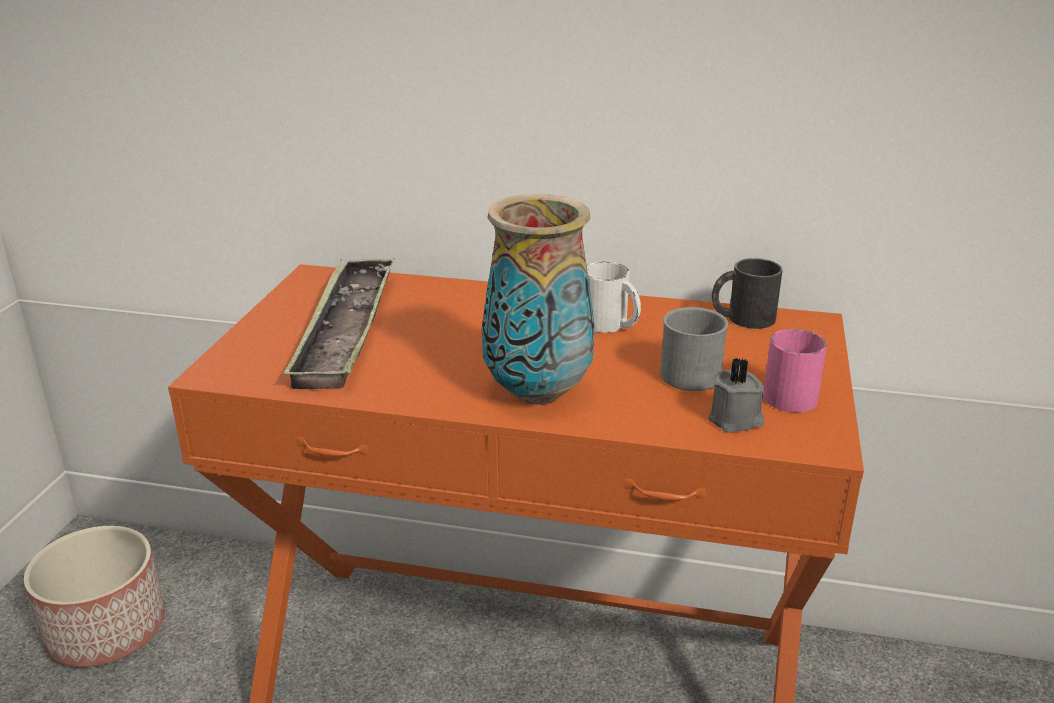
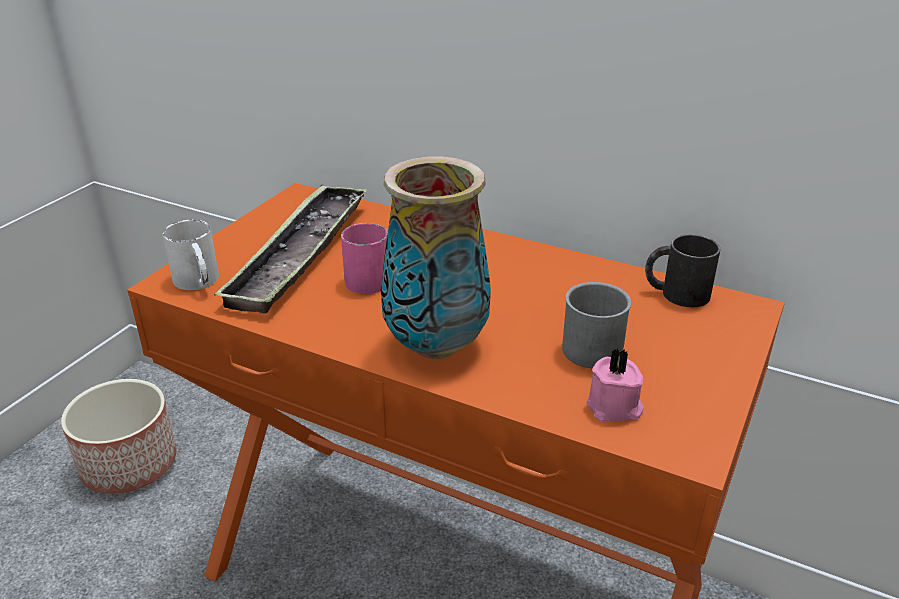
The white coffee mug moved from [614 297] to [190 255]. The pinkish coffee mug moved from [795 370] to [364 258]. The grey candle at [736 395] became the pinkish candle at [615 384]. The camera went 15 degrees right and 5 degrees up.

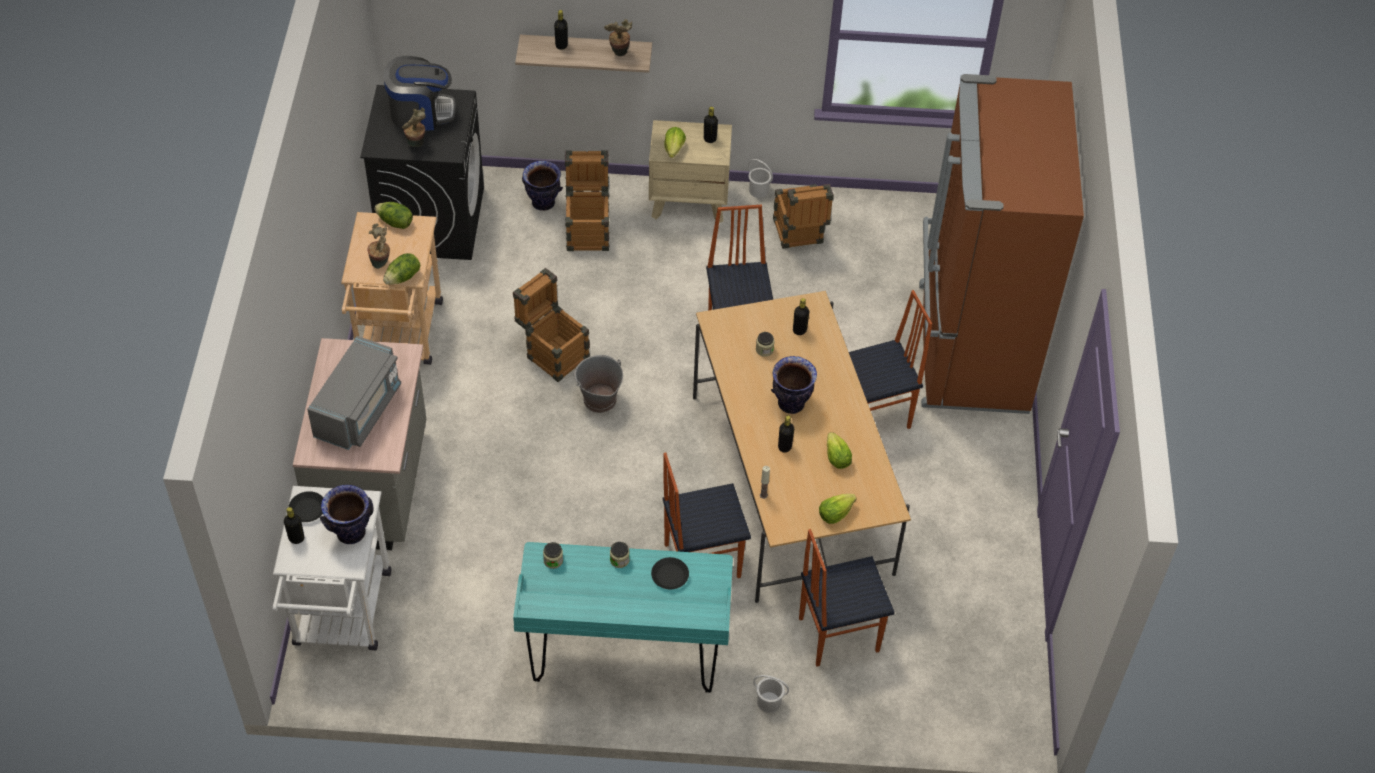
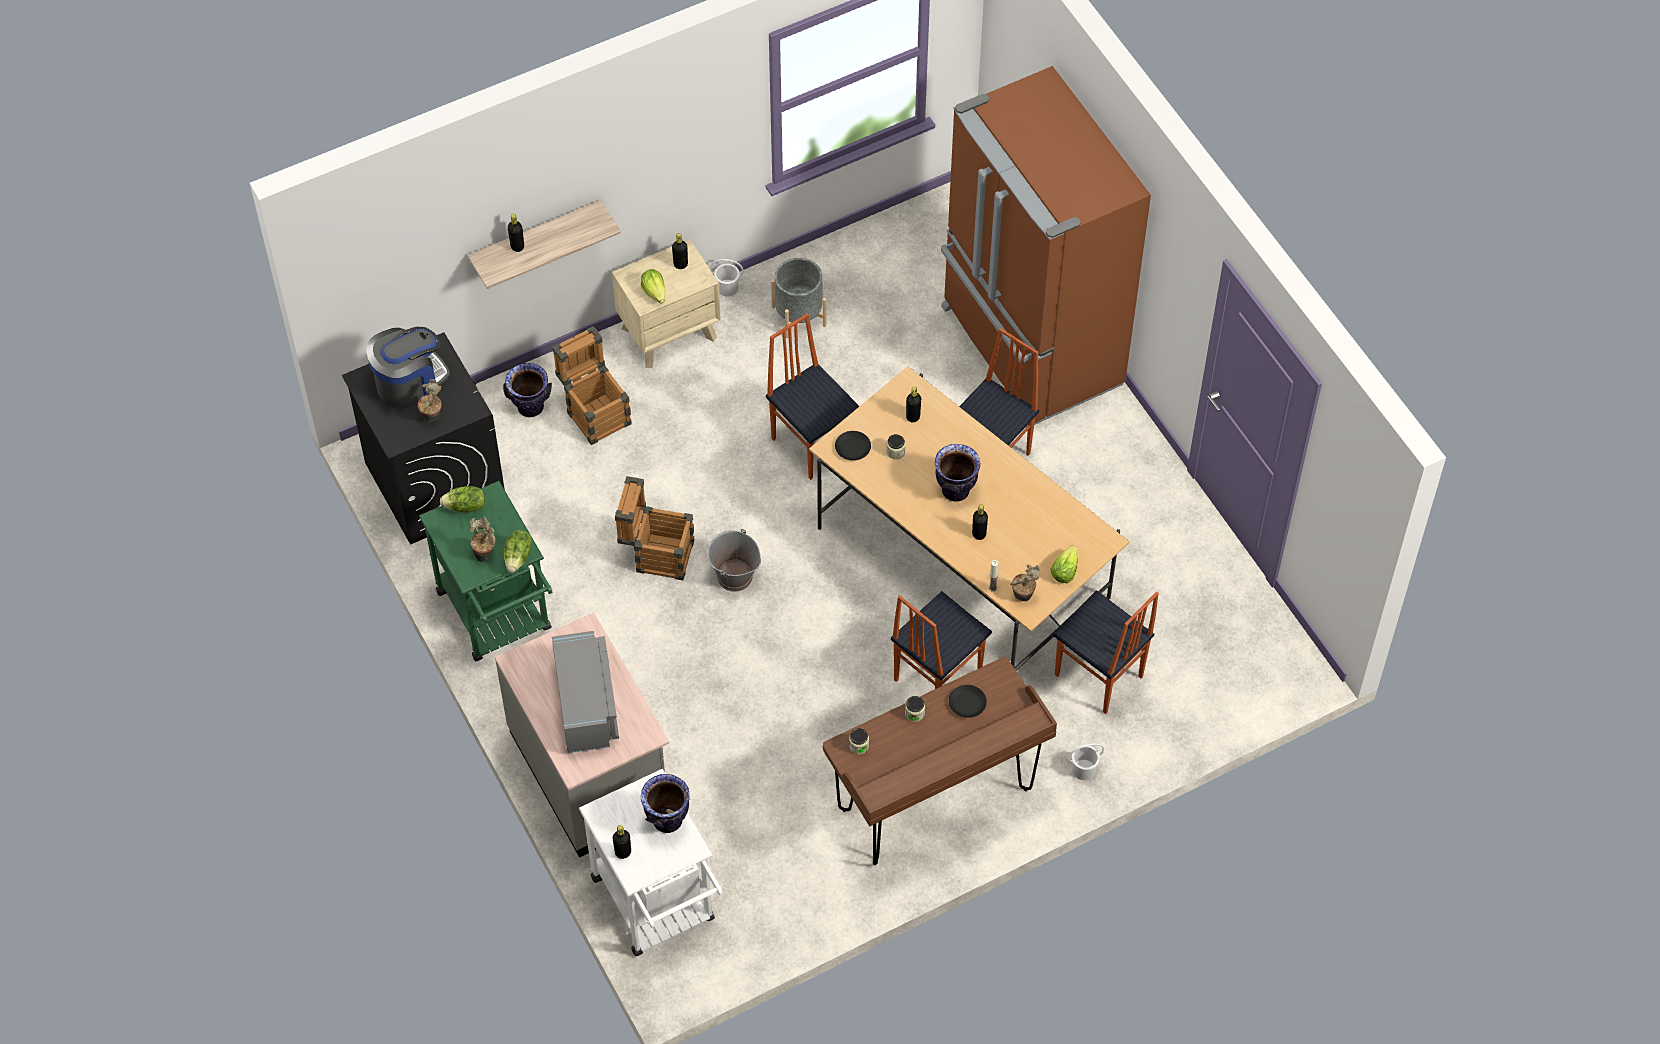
The beige-coloured cart at [392 288] became the greenish cart at [486 571]. The packing crate at [803 216] was replaced by the grey plant pot at [799 298]. The blue-green desk at [623 617] became the brown-coloured desk at [940 761]. The black dinner plate moved from [305 506] to [853 446]. The houseplant moved from [618 37] to [1025 582]. The plain chair at [847 598] turned 90 degrees counterclockwise. The head of lettuce at [839 450] disappeared. The camera went 30 degrees left and 5 degrees up.

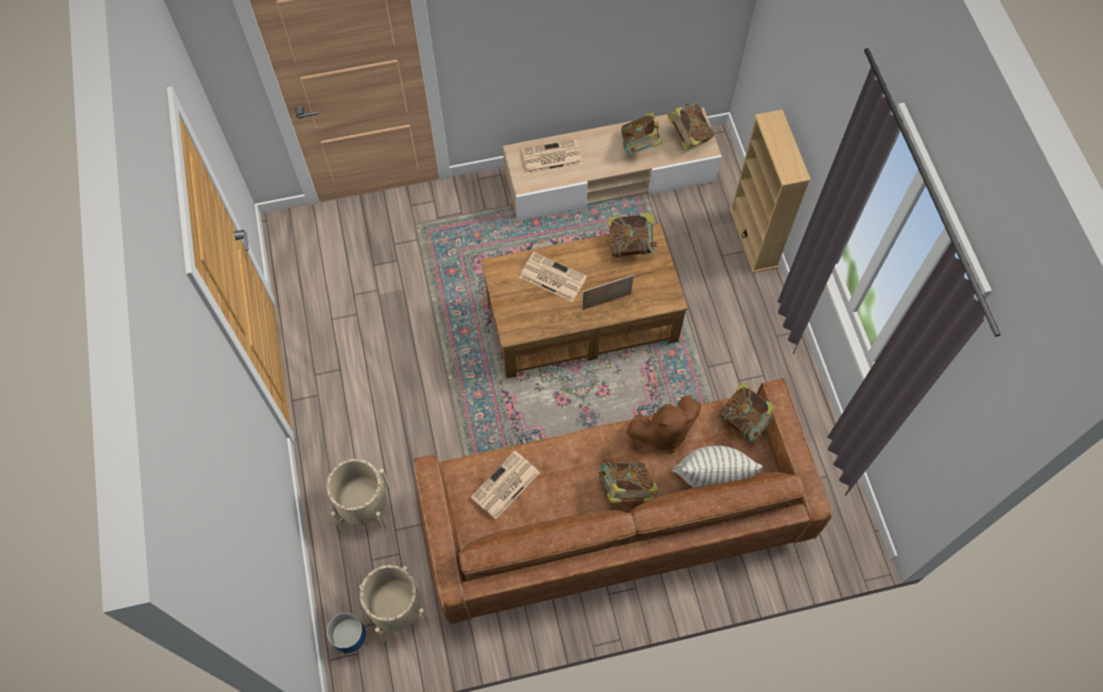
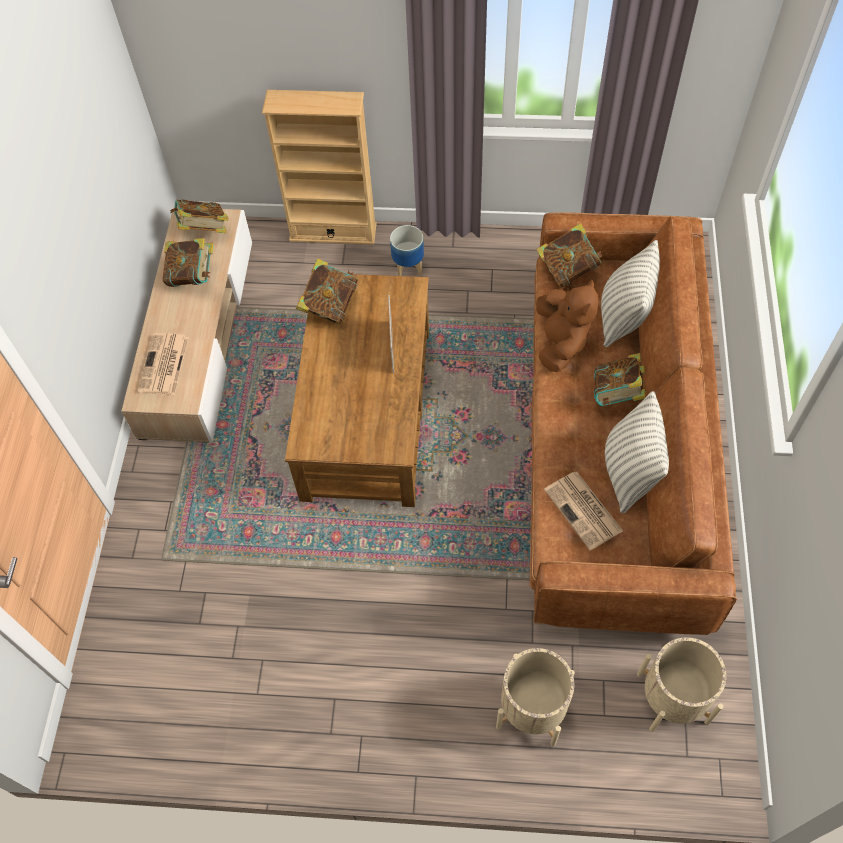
The plant pot moved from [347 634] to [407 250]. The cushion at [637 452] appeared. The daily paper at [553 277] disappeared. The camera went 70 degrees left and 5 degrees down.

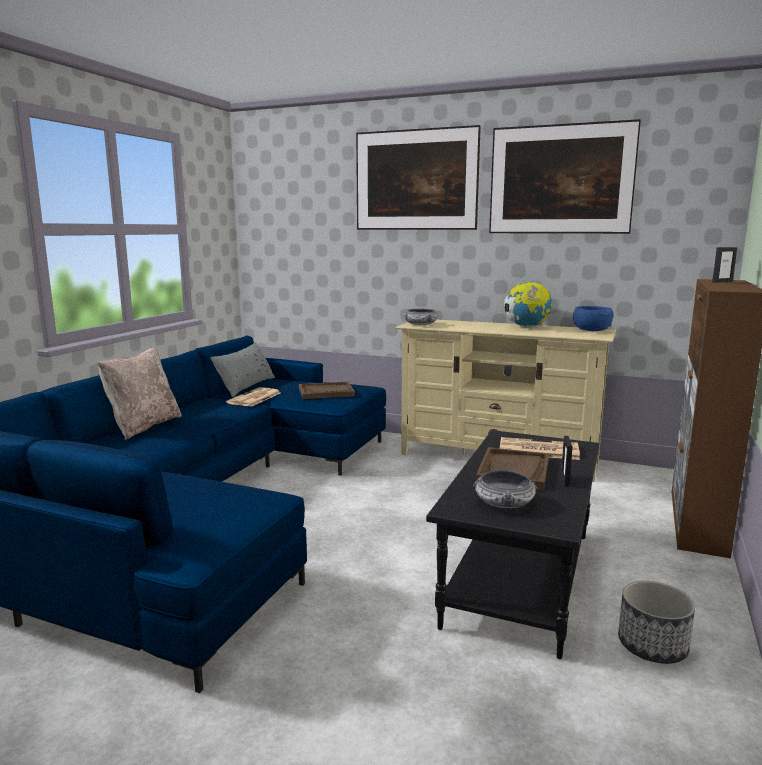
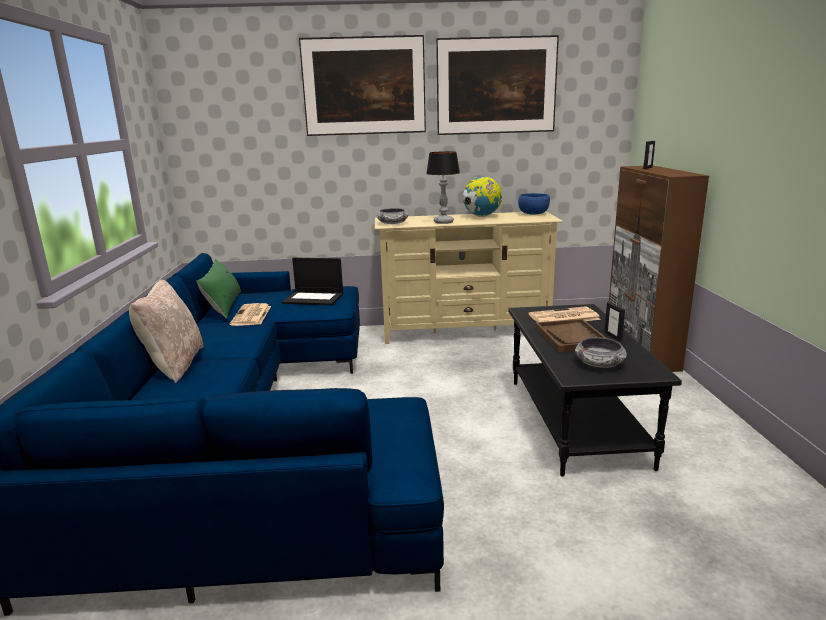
The grey cushion at [242 369] became the greenish cushion at [218 289]. The brown-coloured carrying tray at [327 390] was replaced by the notebook computer at [312 281]. The tabletop lamp at [443 187] appeared. The plant pot at [656 622] disappeared. The camera went 25 degrees left and 5 degrees up.

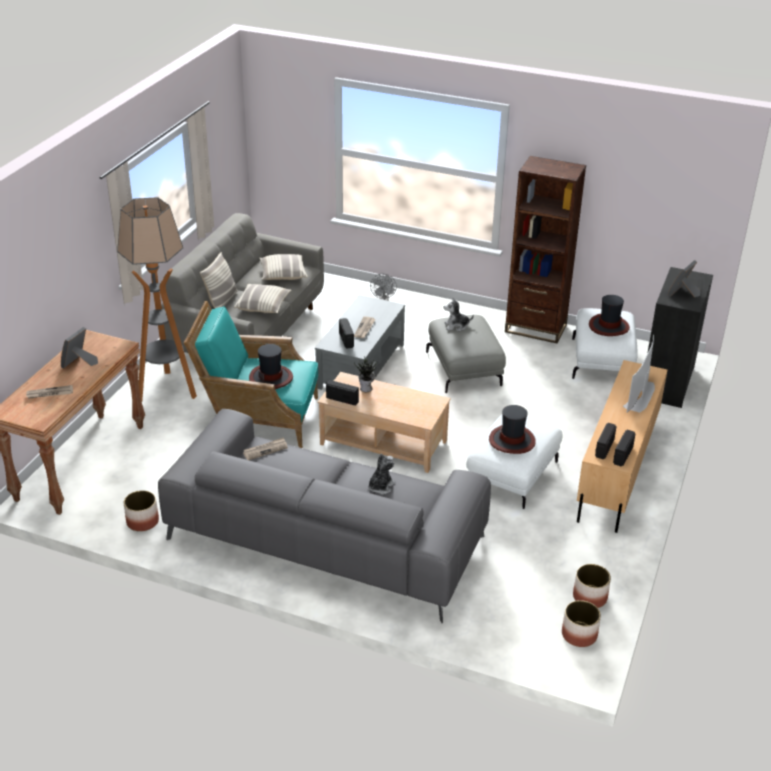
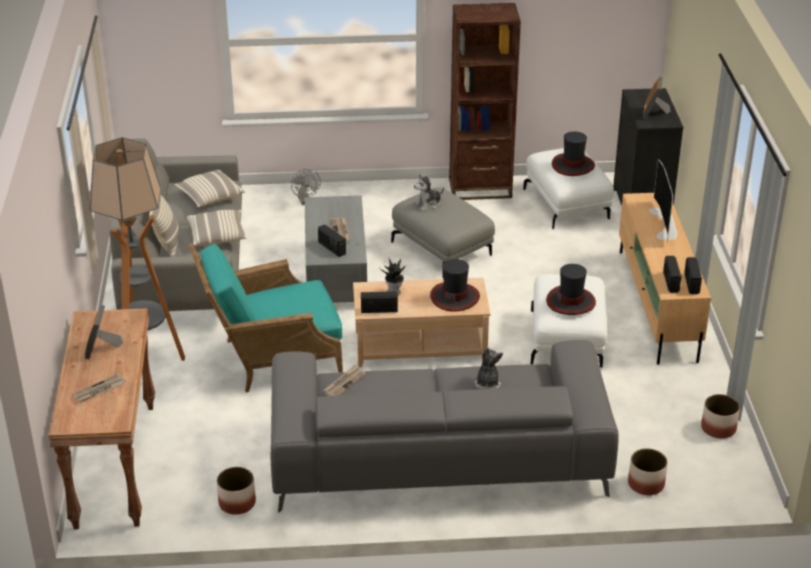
The hat moved from [271 366] to [455 285]. The plant pot moved from [581 623] to [648 471]. The camera went 25 degrees left and 0 degrees up.

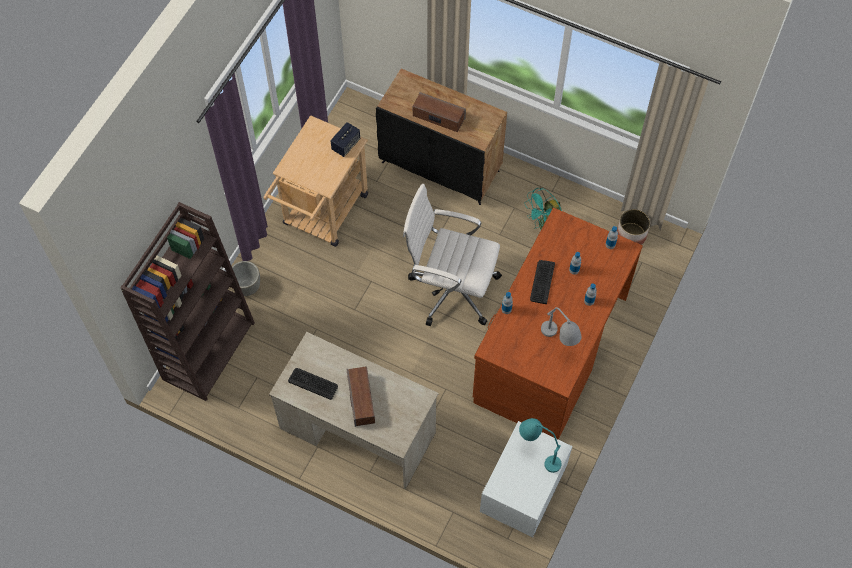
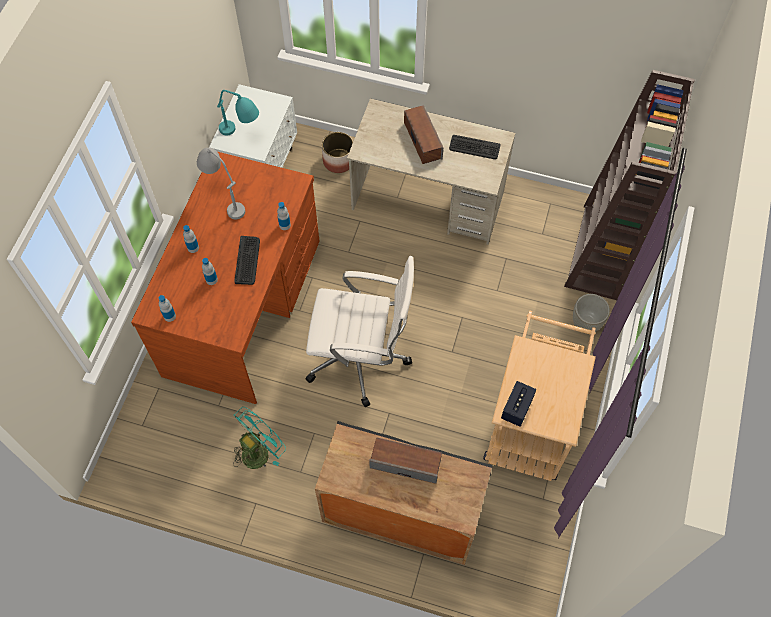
The plant pot moved from [633 227] to [337 152]. The camera went 170 degrees right and 0 degrees up.

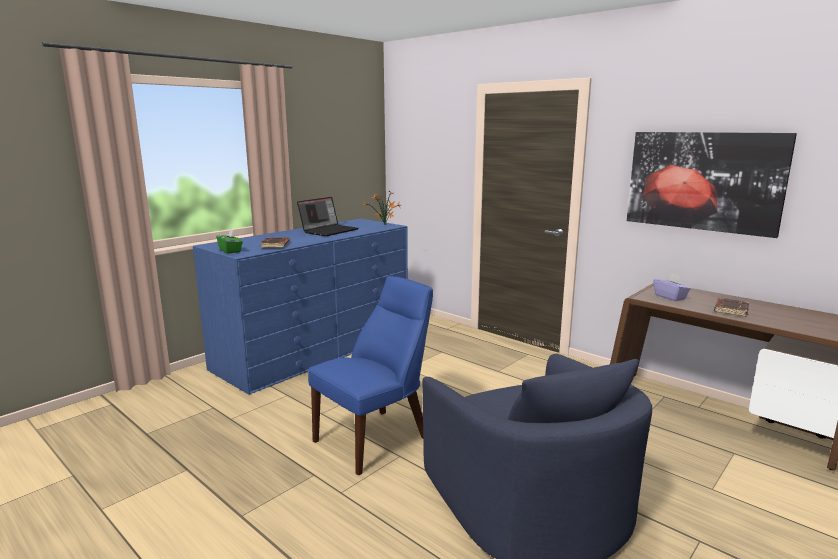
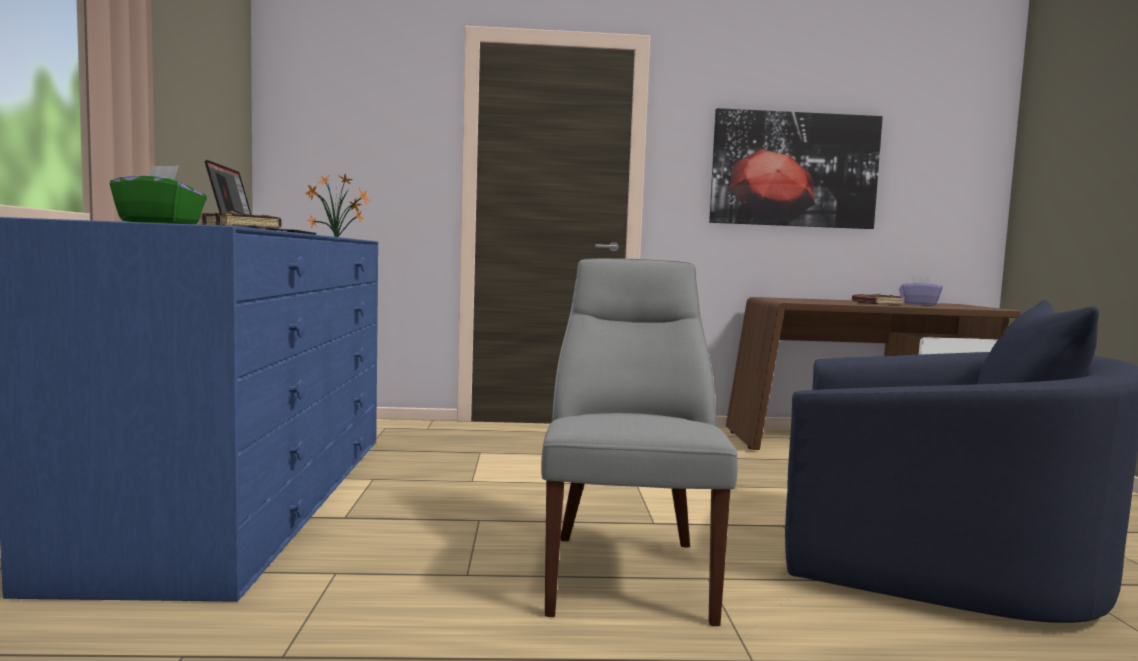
The bluish plain chair at [370 375] became the grey plain chair at [639 442]. The purplish tissue holder moved from [671 287] to [921 290]. The camera went 45 degrees left and 10 degrees down.

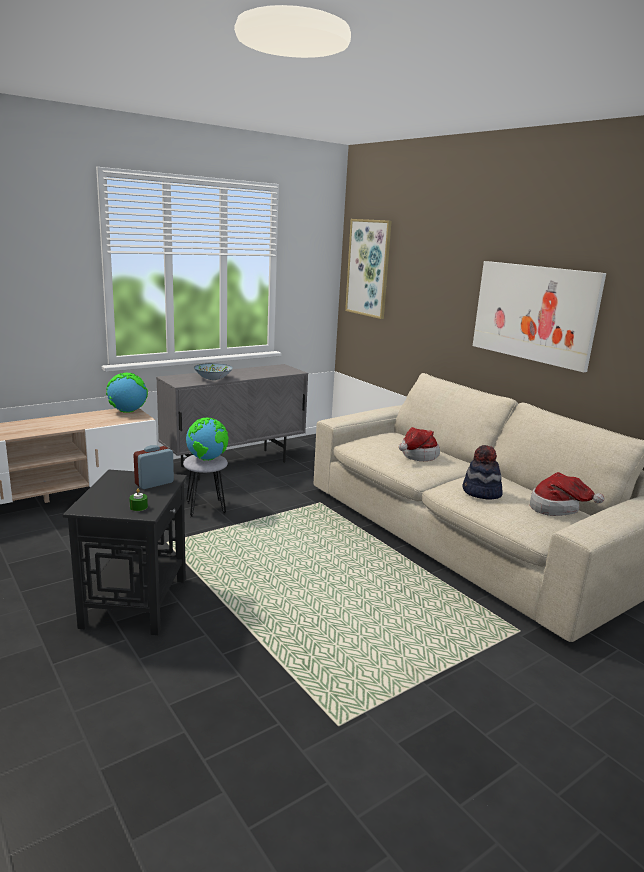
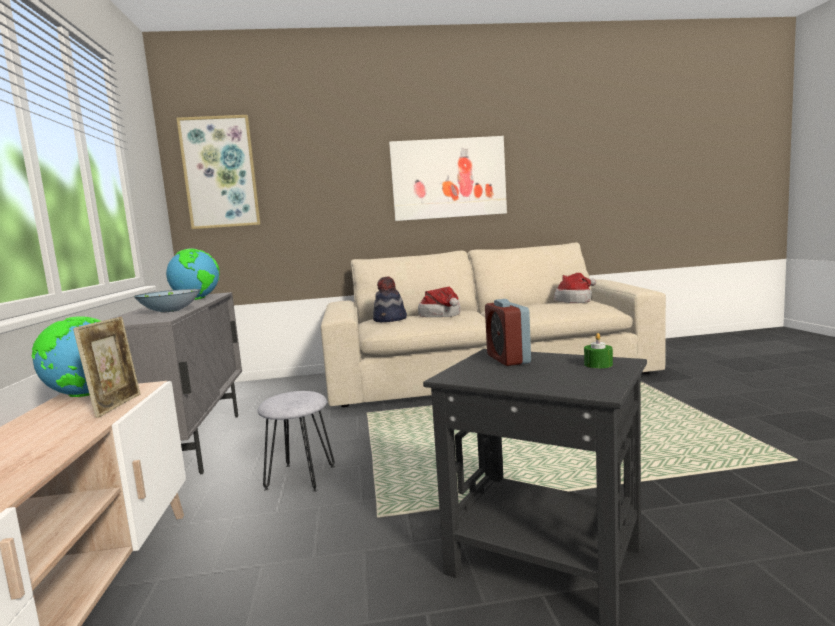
The standing frame at [106 367] appeared. The globe moved from [207 439] to [192 274]. The hat moved from [483 472] to [390 299]. The camera went 60 degrees left and 10 degrees down.

